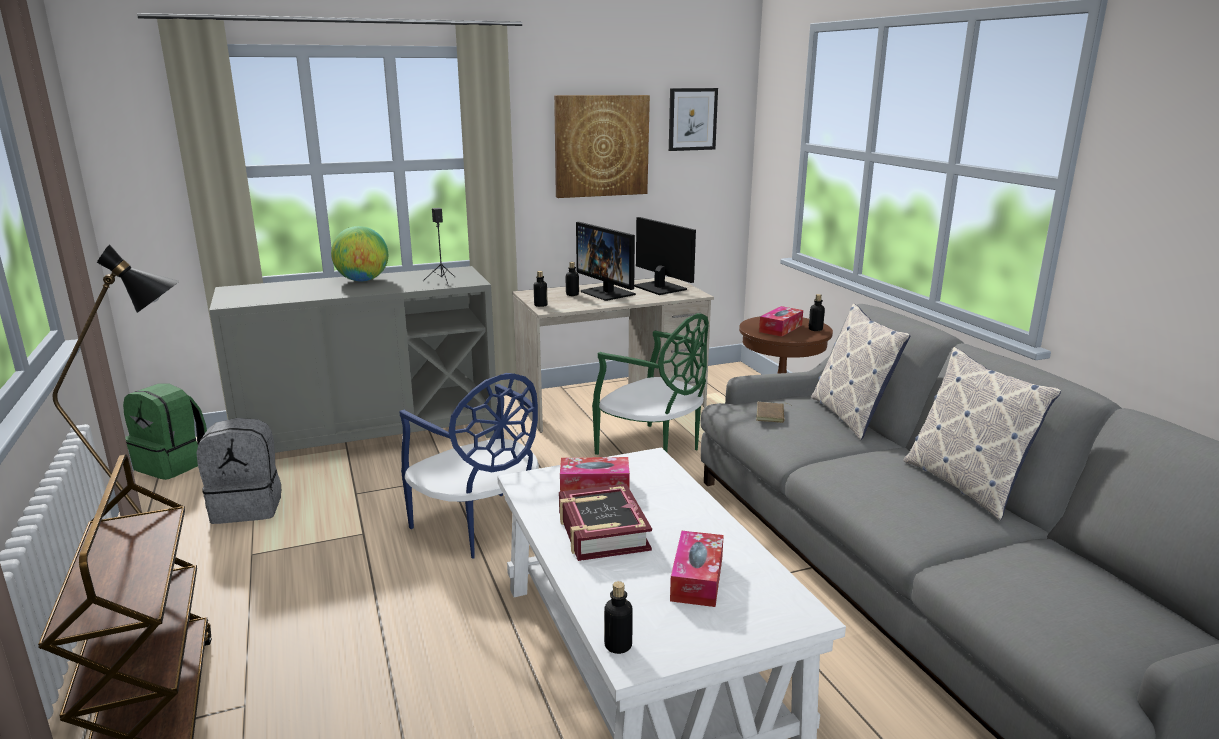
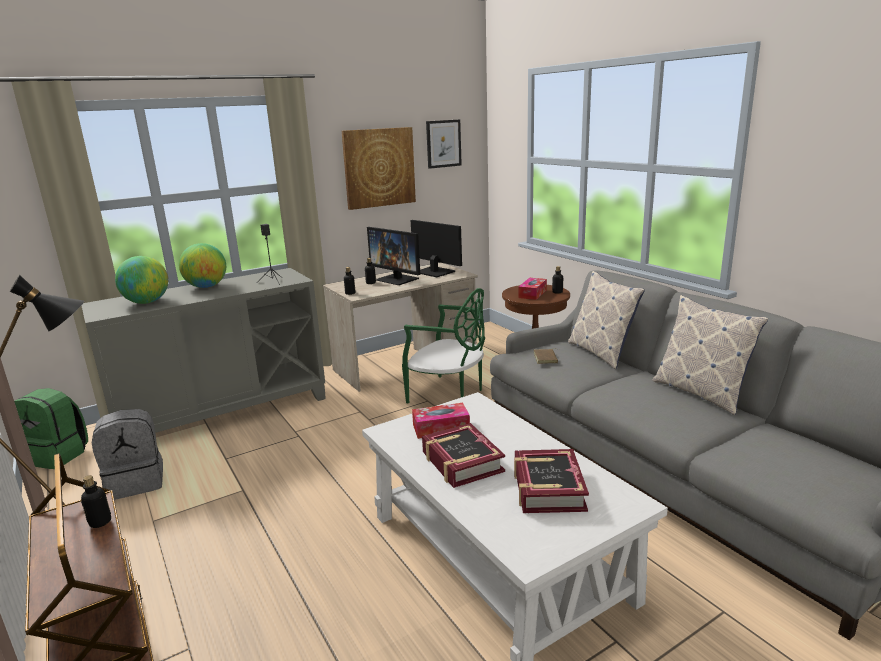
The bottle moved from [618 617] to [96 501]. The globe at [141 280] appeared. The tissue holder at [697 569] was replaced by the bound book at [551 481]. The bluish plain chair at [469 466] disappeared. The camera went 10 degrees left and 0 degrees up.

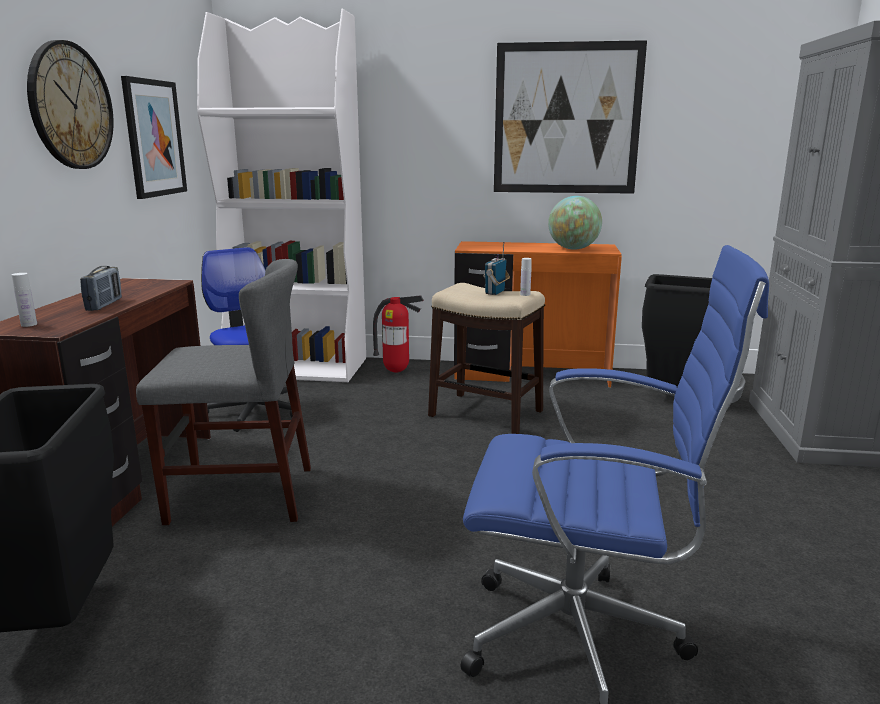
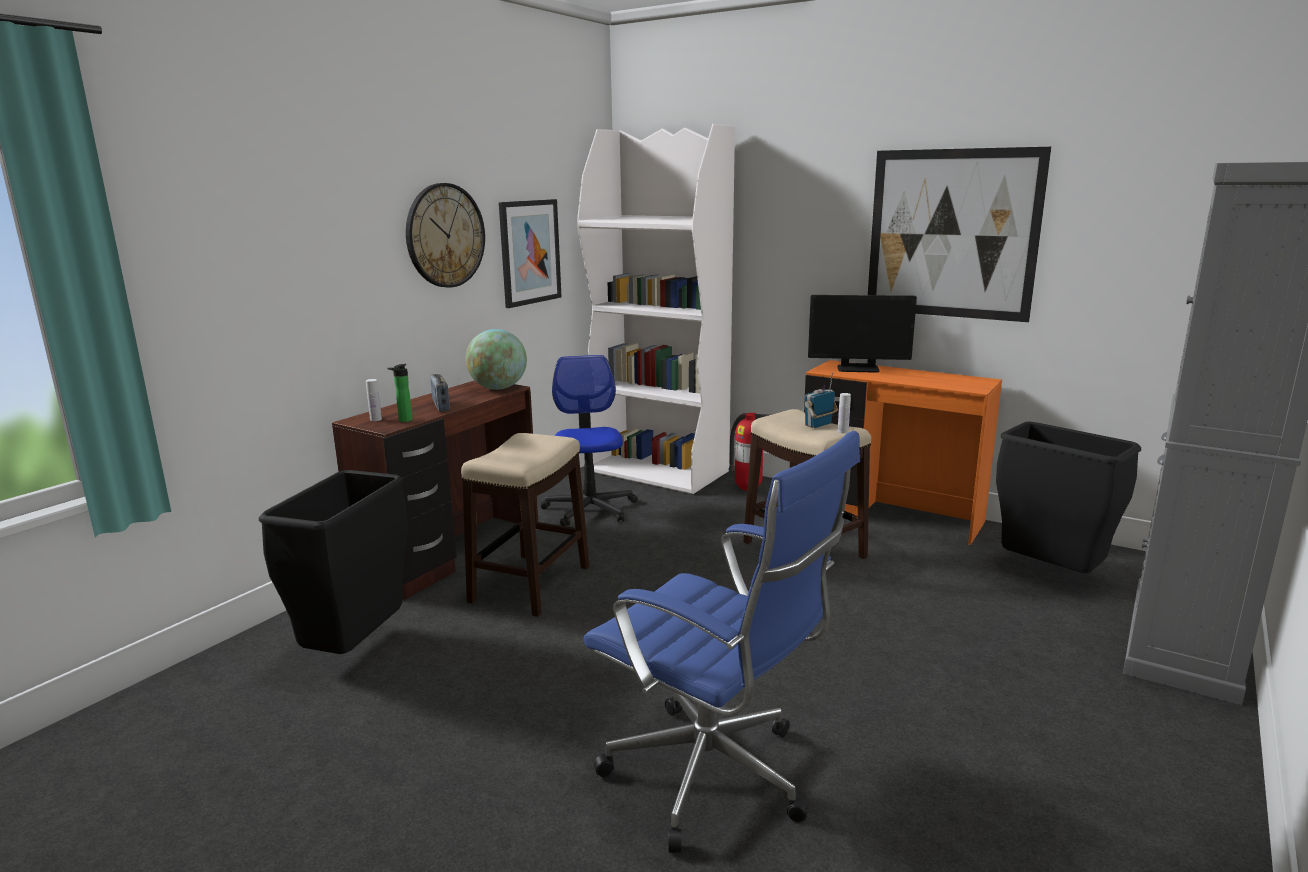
The bottle at [399 393] appeared. The radio at [101 288] turned 135 degrees clockwise. The grey plain chair at [223 392] was replaced by the sitting stool at [525 525]. The globe moved from [575 223] to [496 359]. The computer screen at [862 334] appeared. The camera went 25 degrees right and 0 degrees up.

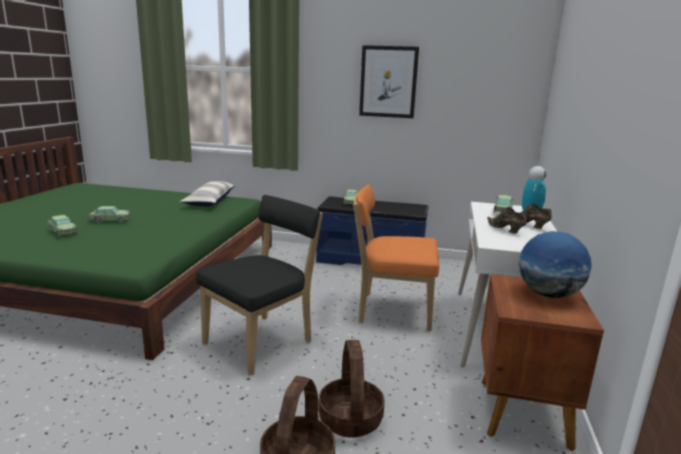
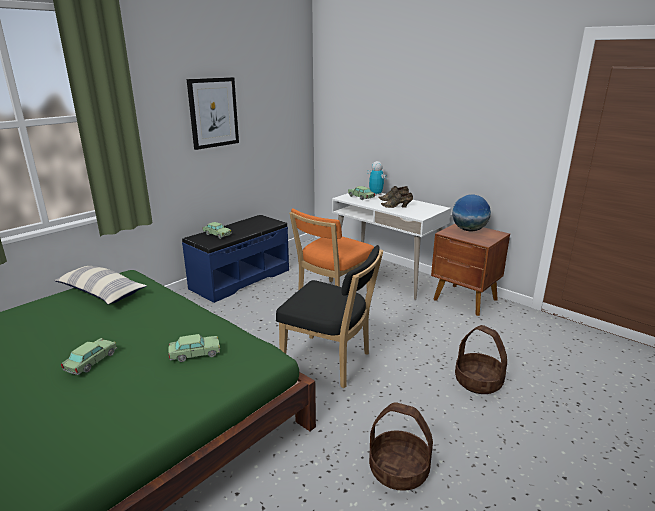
The miniature car moved from [62 226] to [194 348]. The black plain chair at [259 285] turned 135 degrees clockwise. The storage basket moved from [352 389] to [401 446]. The camera went 60 degrees left and 5 degrees up.

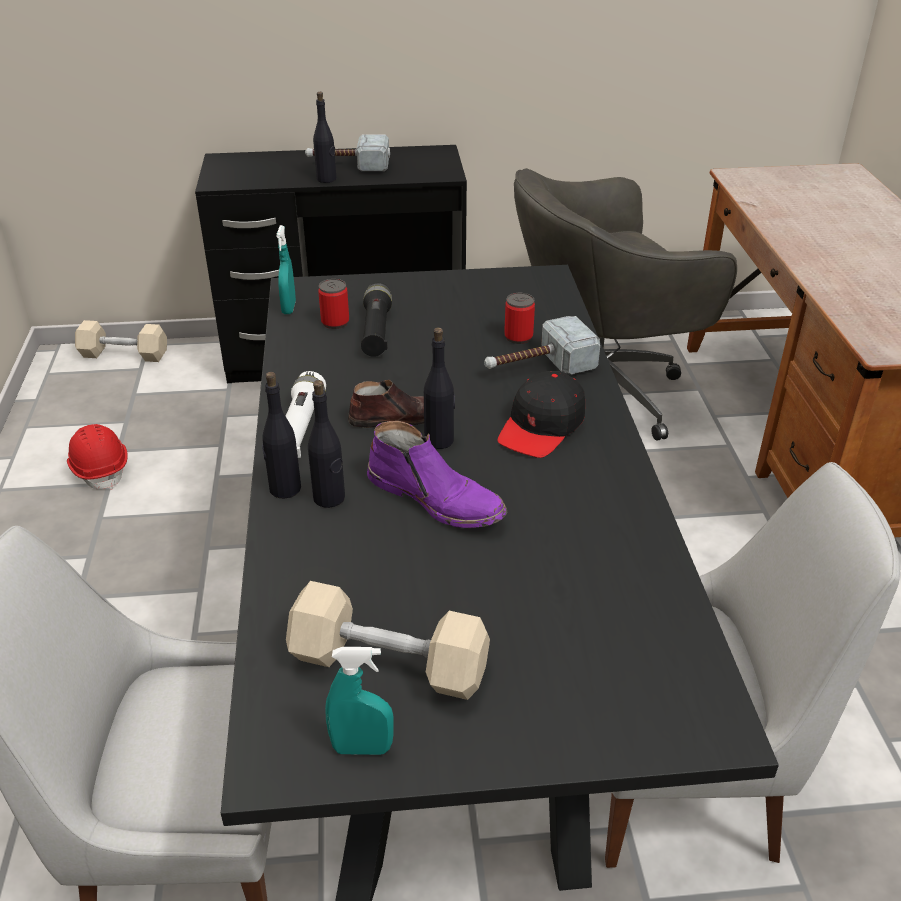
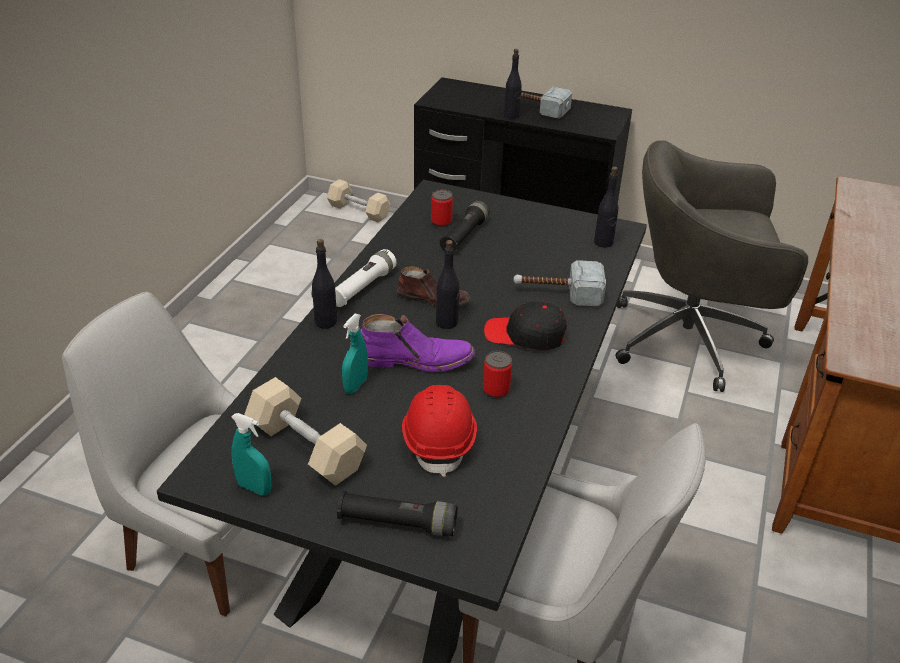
The black flashlight at [397 513] appeared. The blue-green hand sprayer moved from [286 269] to [355 354]. The purplish high-top boot at [437 474] turned 60 degrees counterclockwise. The red hard hat moved from [97 457] to [439 431]. The can moved from [519 318] to [497 374]. The black baseball cap at [541 414] turned 45 degrees clockwise. The black bottle moved from [326 444] to [606 207]. The camera went 25 degrees right and 0 degrees up.

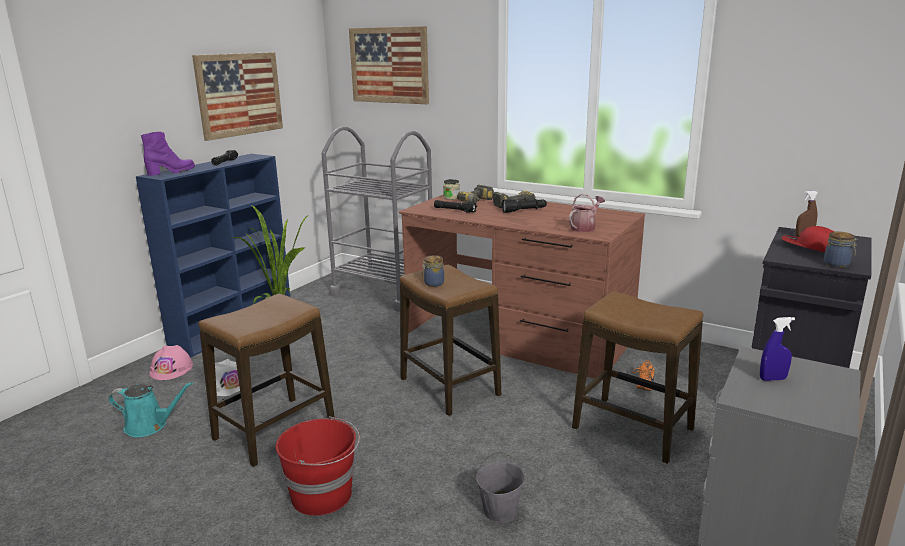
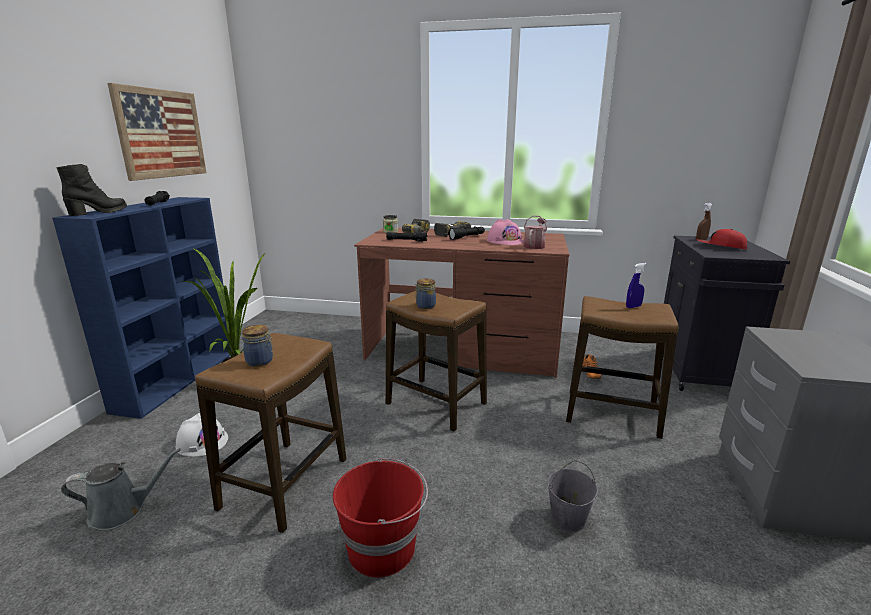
The purplish high-top boot at [168 153] became the black high-top boot at [91 190]. The blue-green sprinkling can at [150 409] became the grey sprinkling can at [121 489]. The preserve jar moved from [841 250] to [258 346]. The pinkish hard hat moved from [171 362] to [505 232]. The bluish hand sprayer moved from [777 349] to [636 285]. The grey cart at [376 219] disappeared. The wall picture at [389 65] disappeared. The camera went 20 degrees left and 0 degrees up.

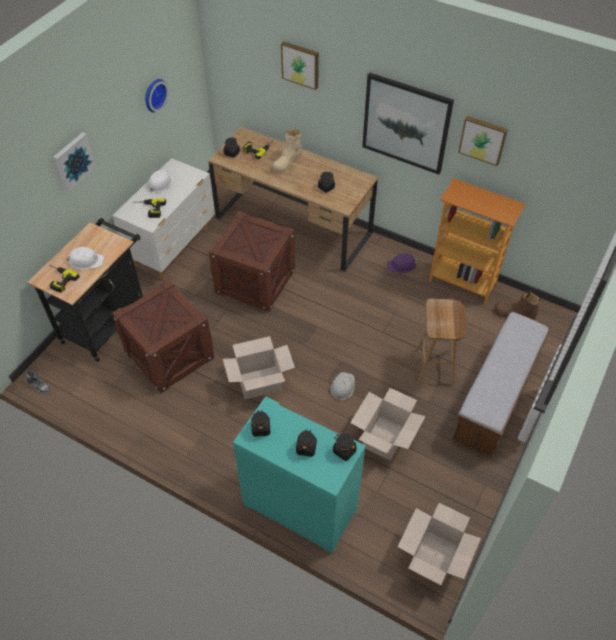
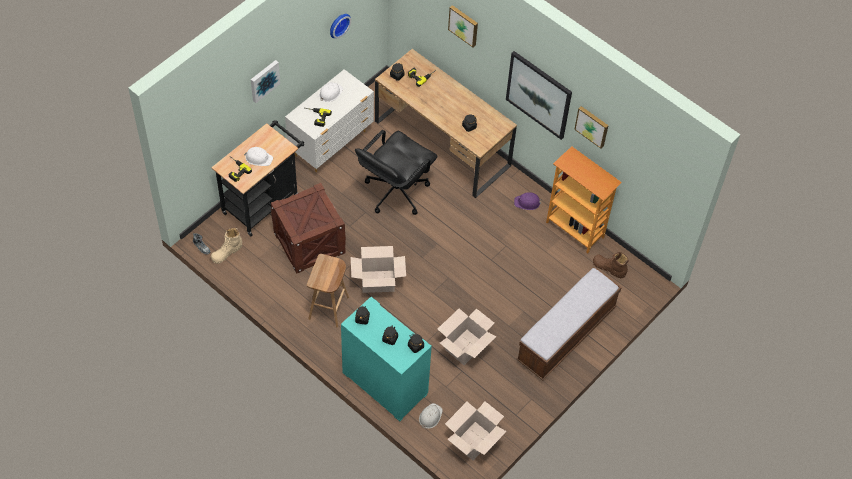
The beige-coloured high-top boot moved from [287 150] to [226 246]. The brown-coloured sitting stool moved from [442 342] to [327 290]. The packing crate at [252 261] was replaced by the black desk chair at [396 172]. The white hard hat moved from [343 386] to [431 416]. The camera went 10 degrees right and 5 degrees up.

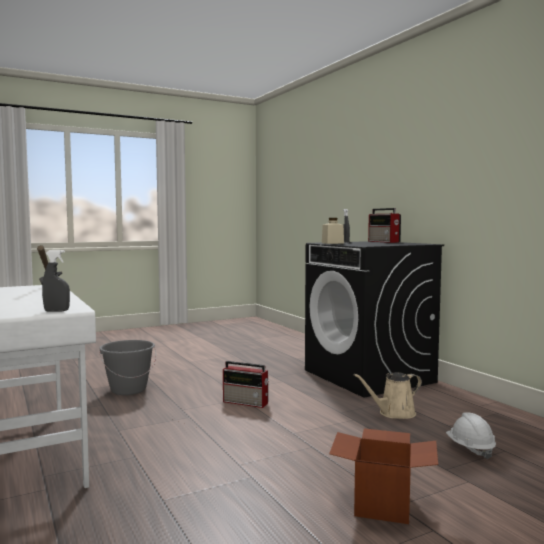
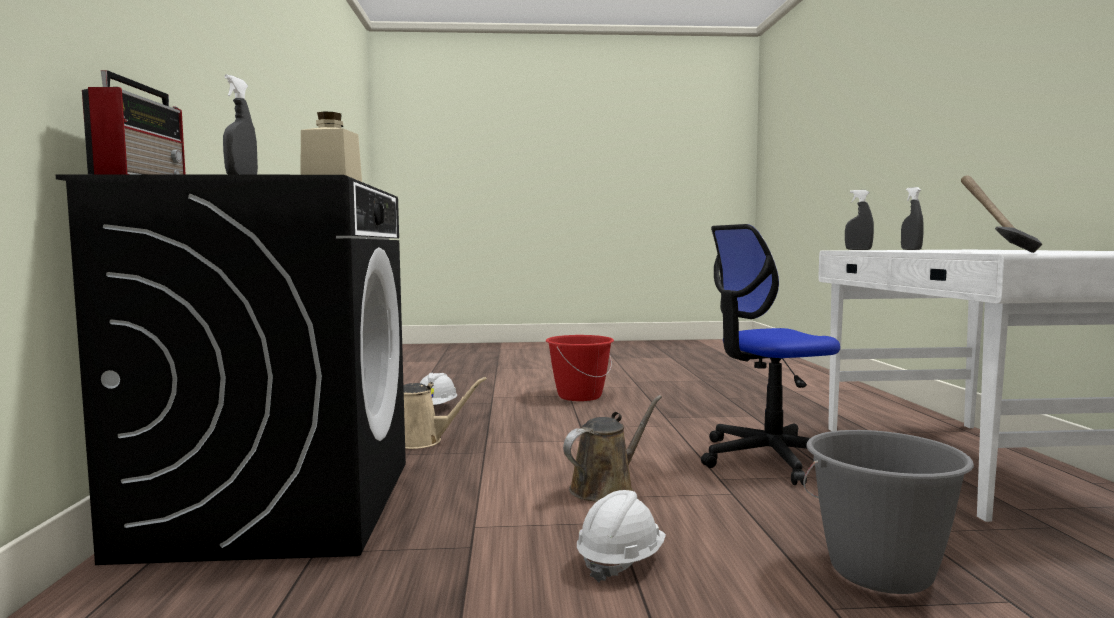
The cardboard box at [383 476] was replaced by the red pail at [580 368]. The radio at [246 384] was replaced by the brown-coloured sprinkling can at [612 448]. The white hard hat at [621 536] appeared. The desk chair at [770 354] appeared. The grey hand sprayer at [912 218] appeared. The camera went 155 degrees left and 0 degrees up.

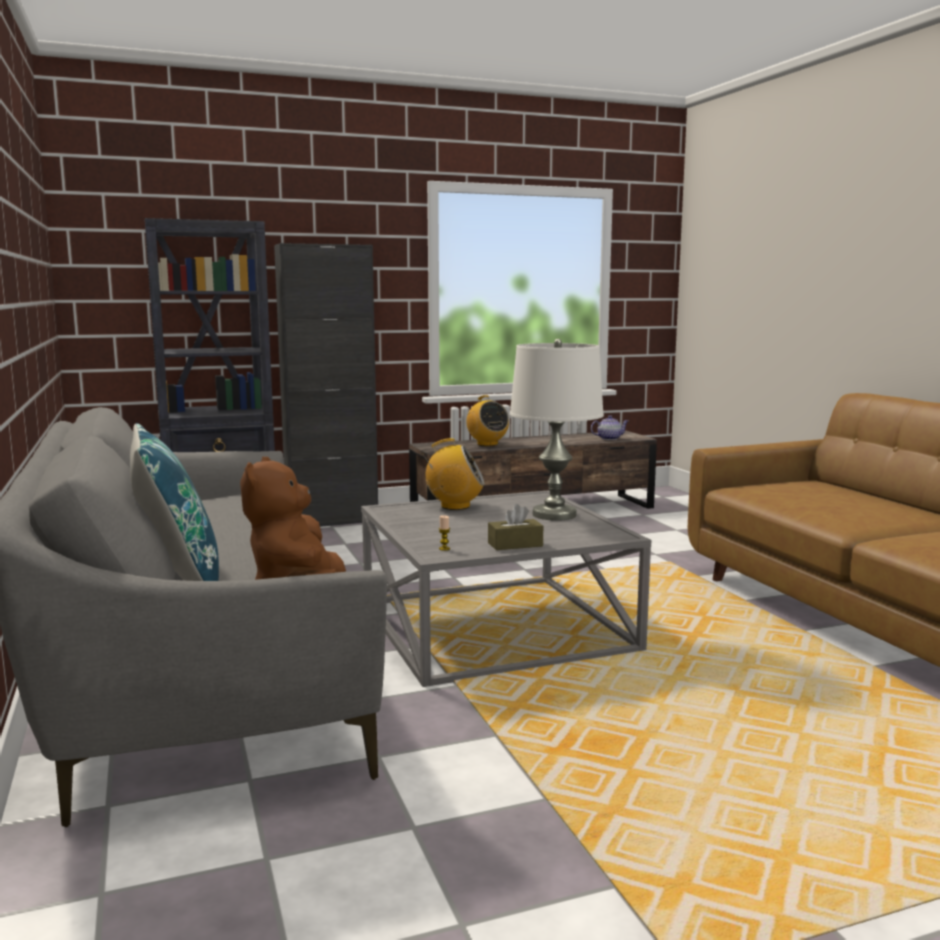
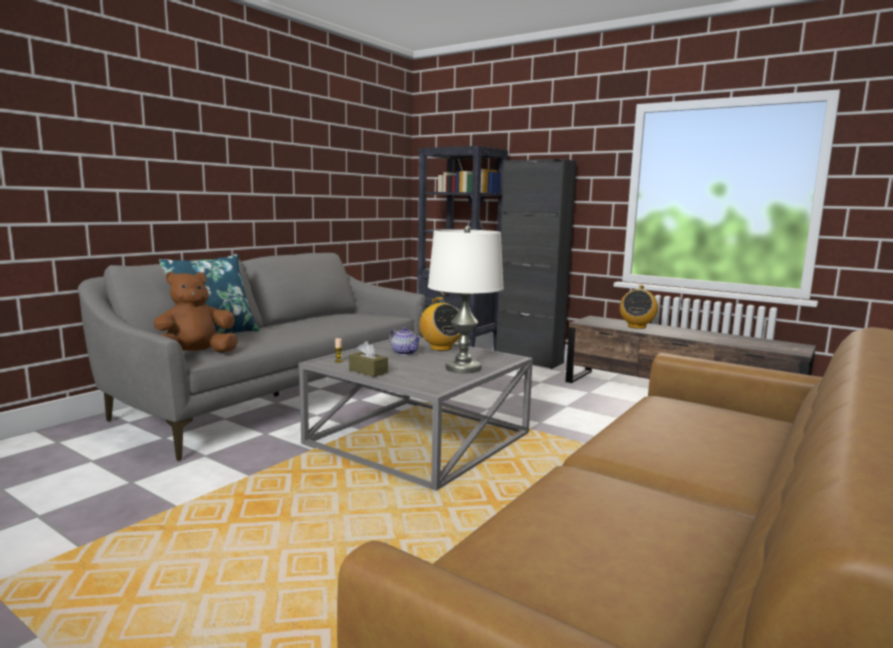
The pot for tea moved from [609 427] to [405 341]. The camera went 55 degrees right and 0 degrees up.

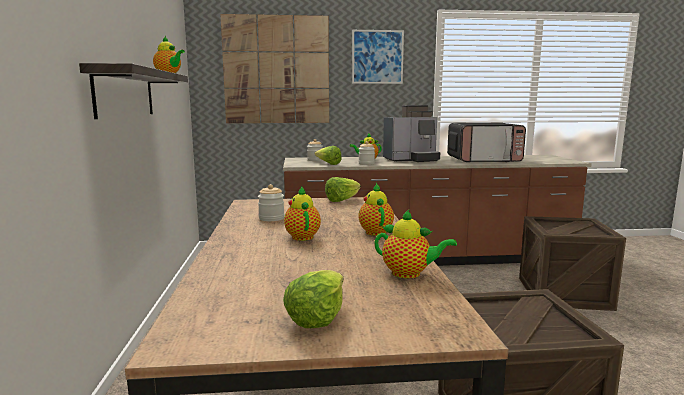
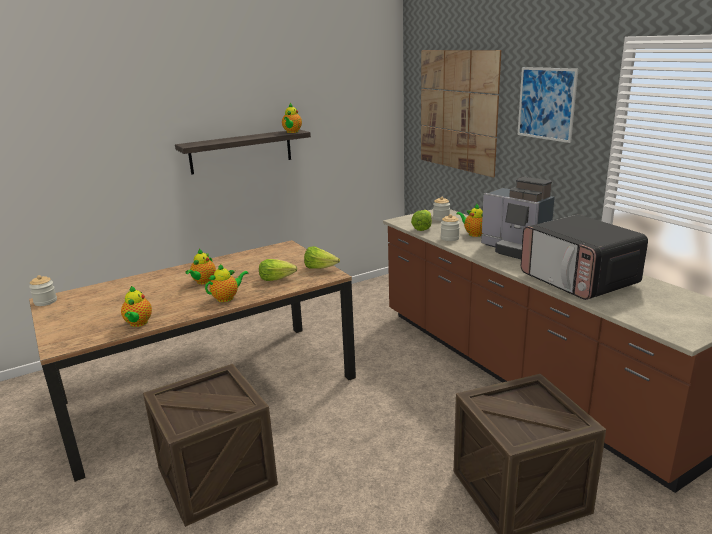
The preserve jar moved from [271 202] to [43 290]. The pot for tea at [302 213] turned 150 degrees clockwise. The head of lettuce moved from [313 299] to [278 270]. The camera went 65 degrees right and 10 degrees up.

